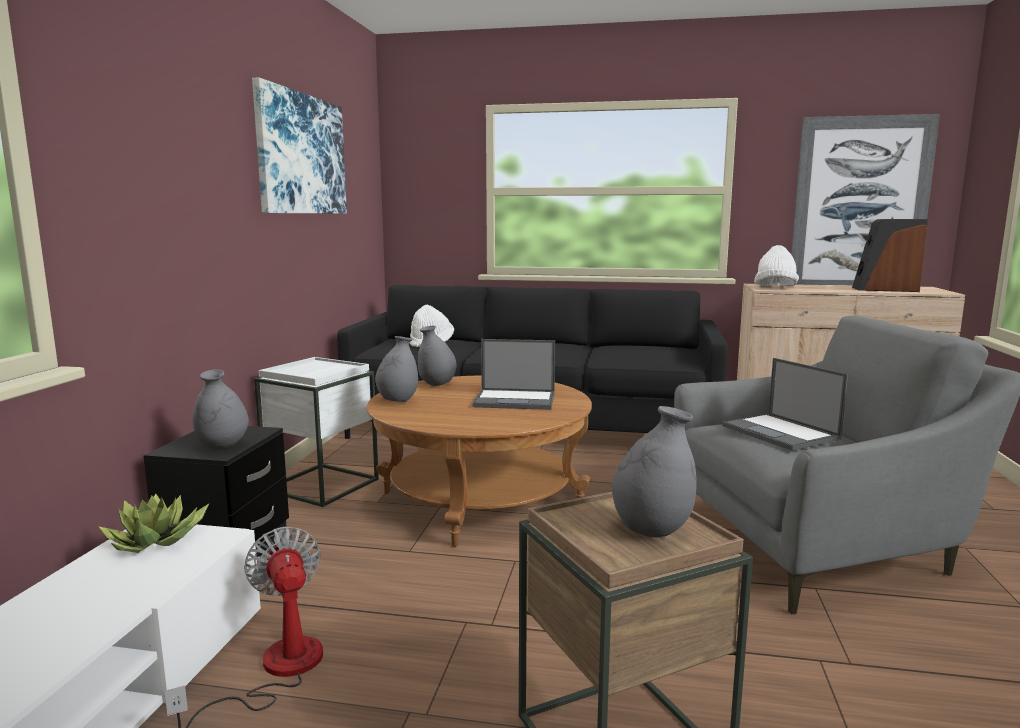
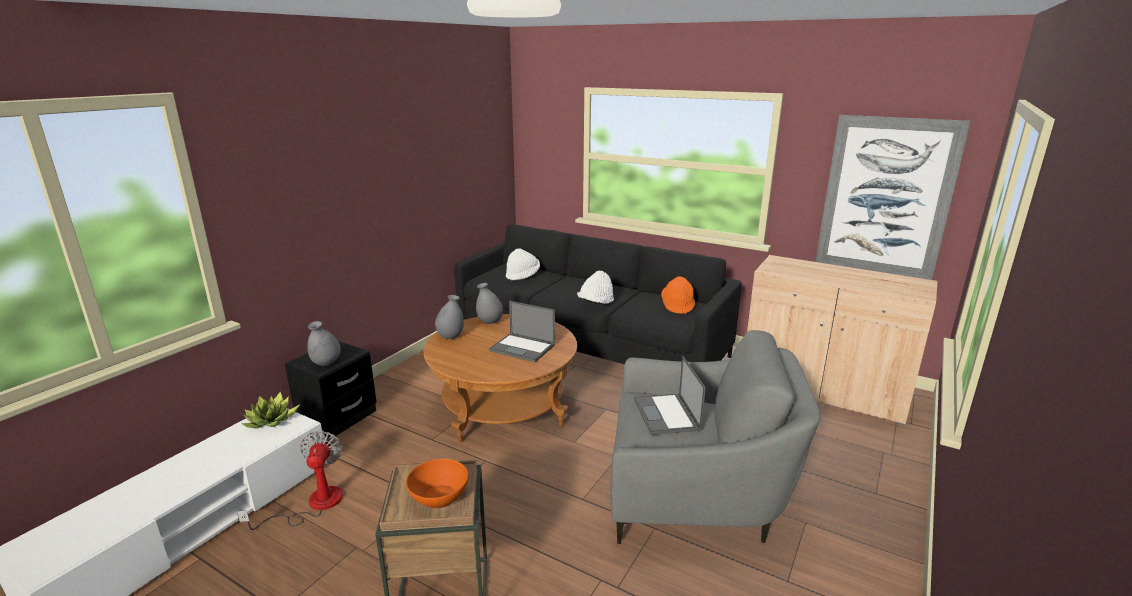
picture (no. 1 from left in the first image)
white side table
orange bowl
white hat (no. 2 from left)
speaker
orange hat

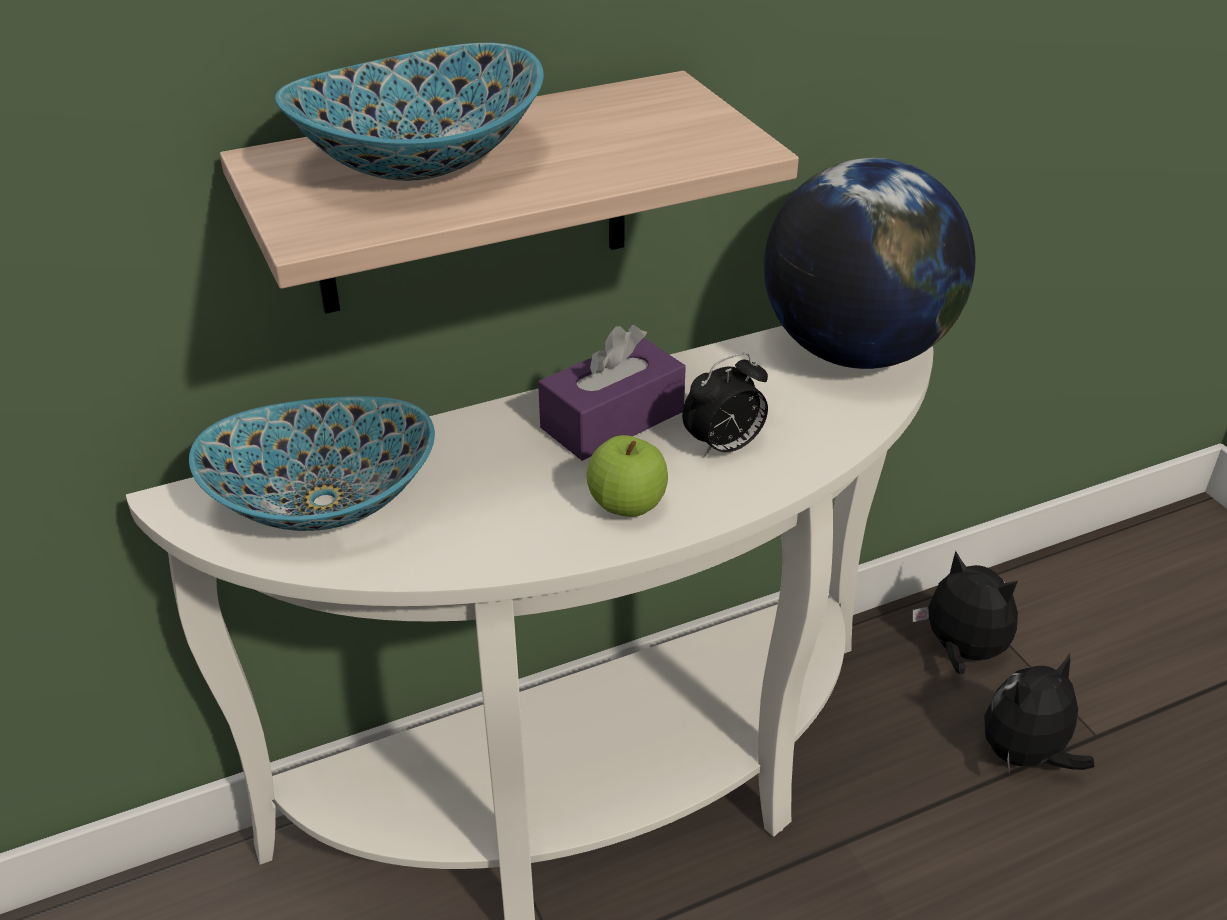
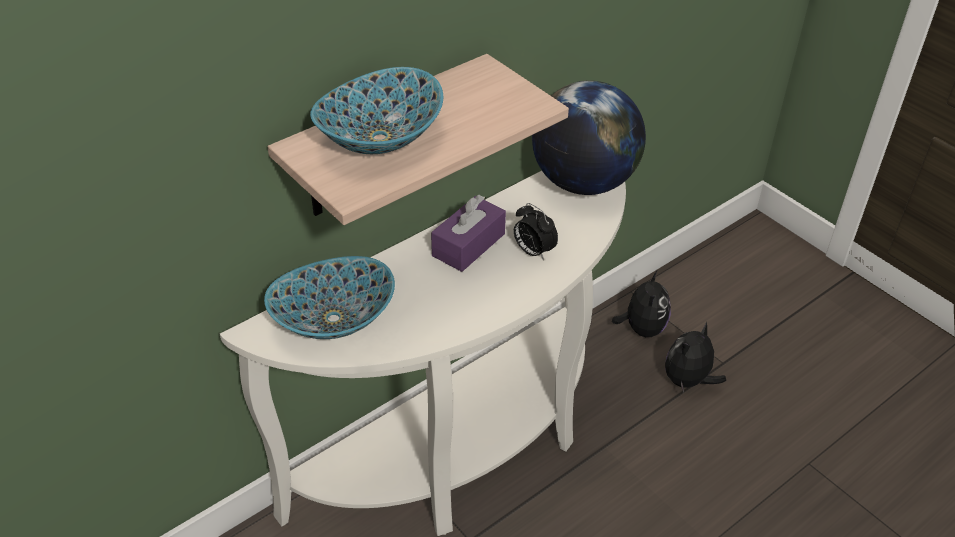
apple
alarm clock
plush toy (no. 1 from left)

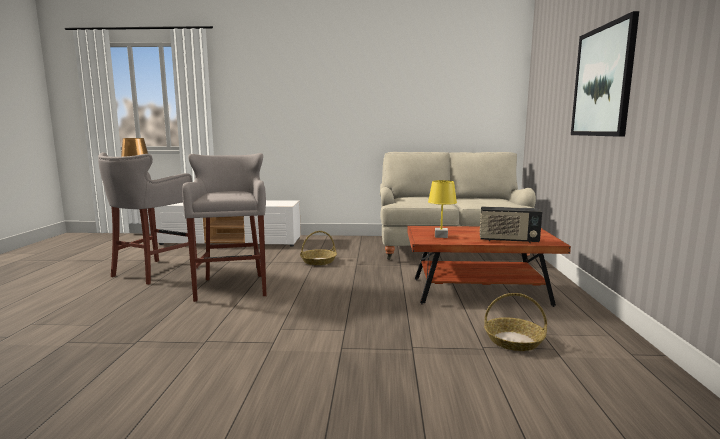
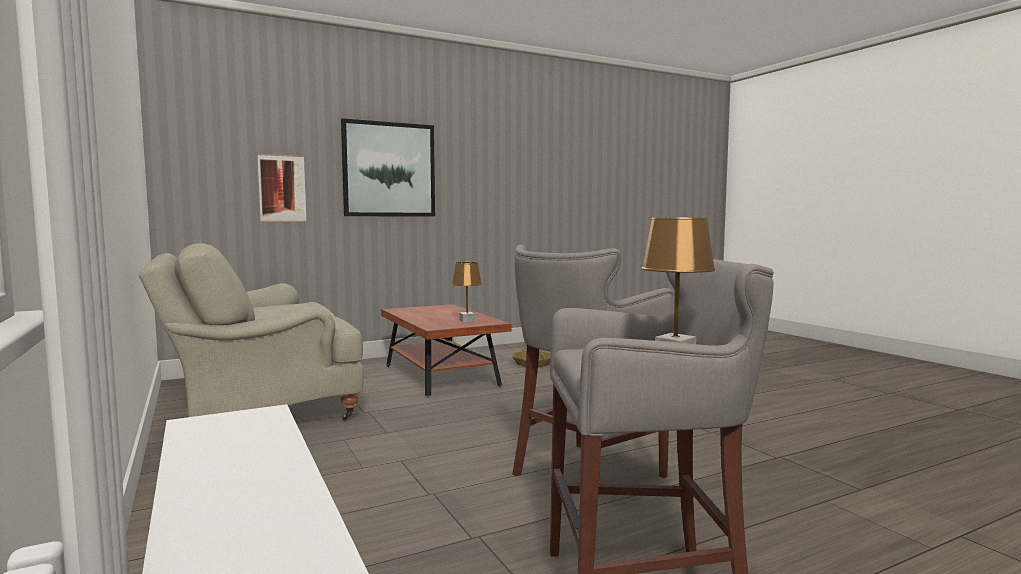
basket (no. 1 from left in the first image)
brown table lamp (no. 1 from left)
radio
picture (no. 1 from left)

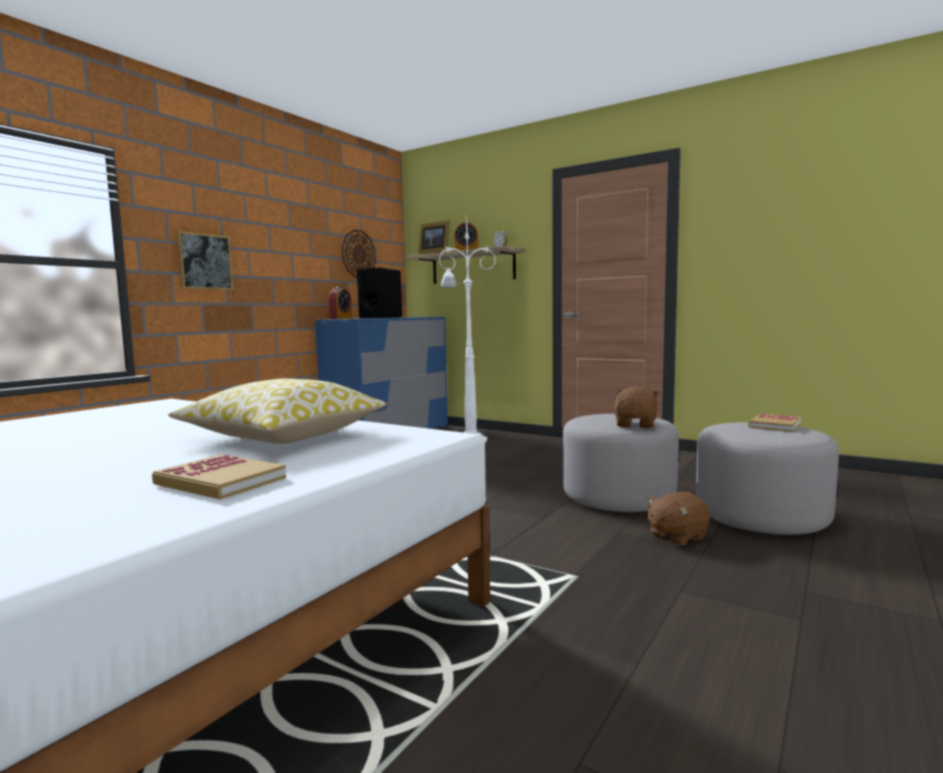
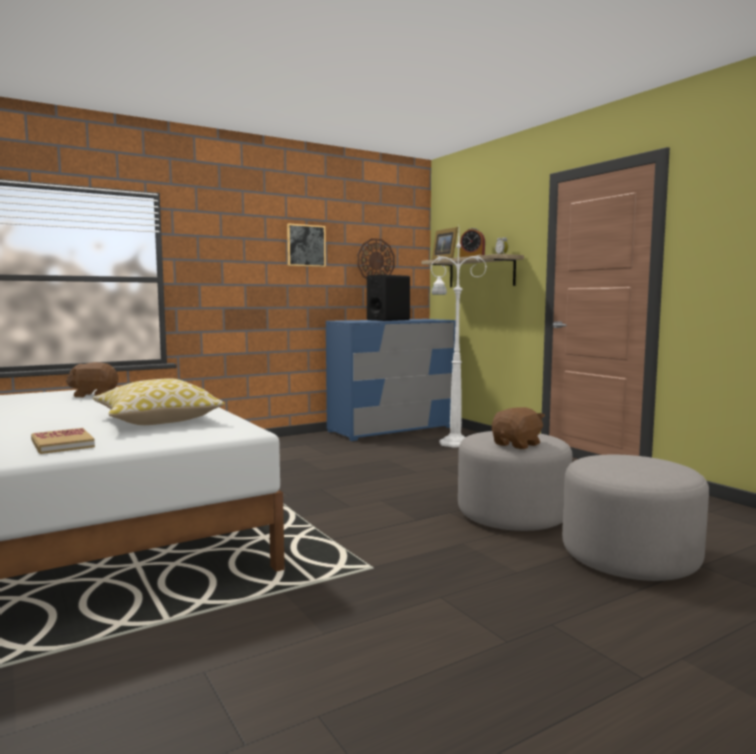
picture
alarm clock (no. 1 from left in the first image)
brown plush toy (no. 1 from left)
book (no. 2 from left in the first image)

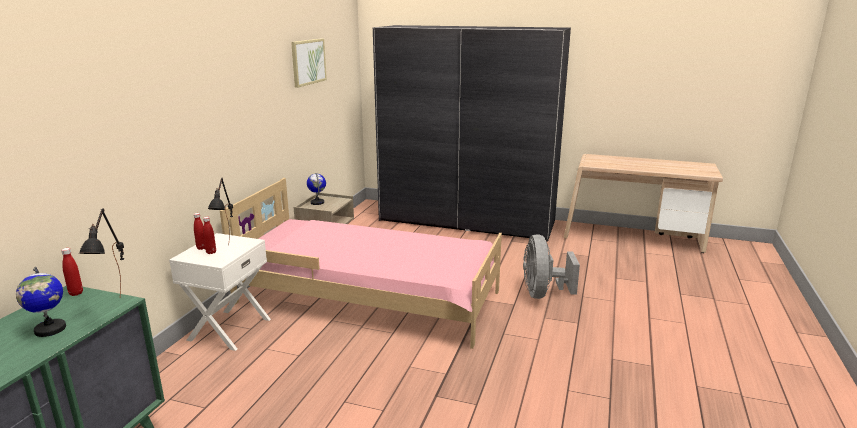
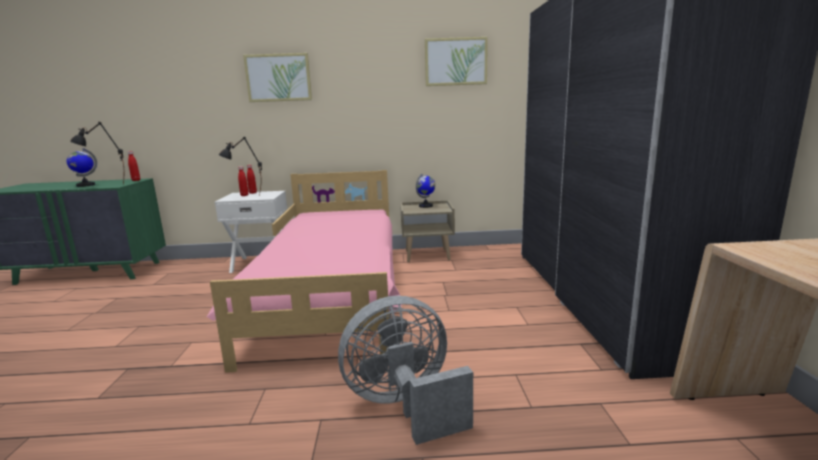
picture (no. 1 from left)

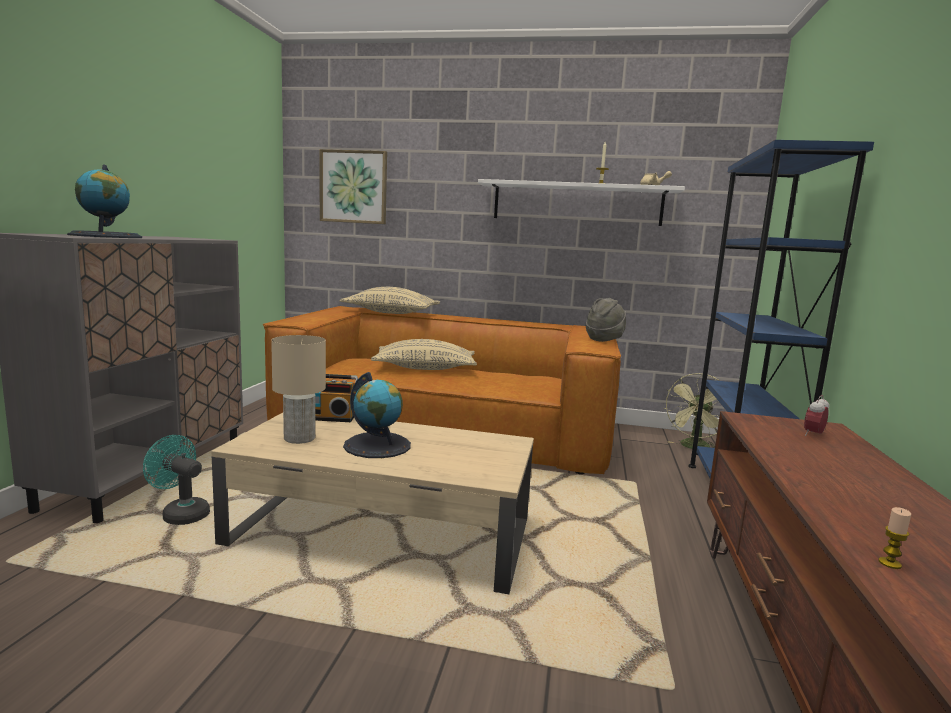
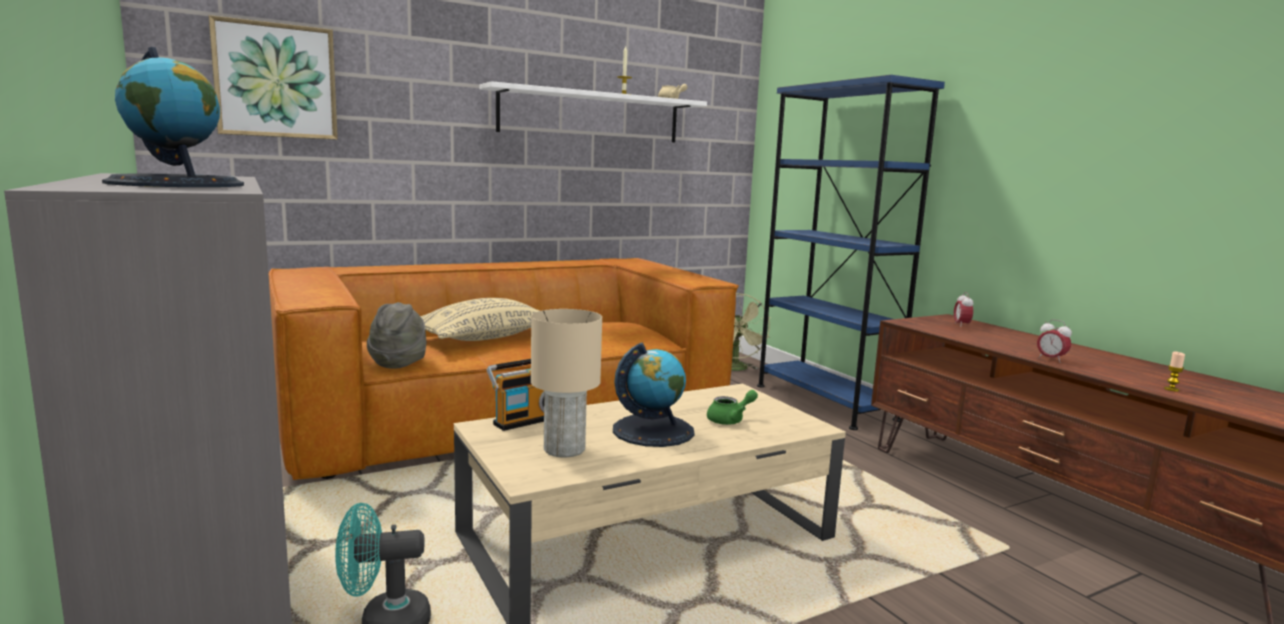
beige pillow (no. 1 from left in the first image)
grey hat
green teapot
alarm clock (no. 2 from left)

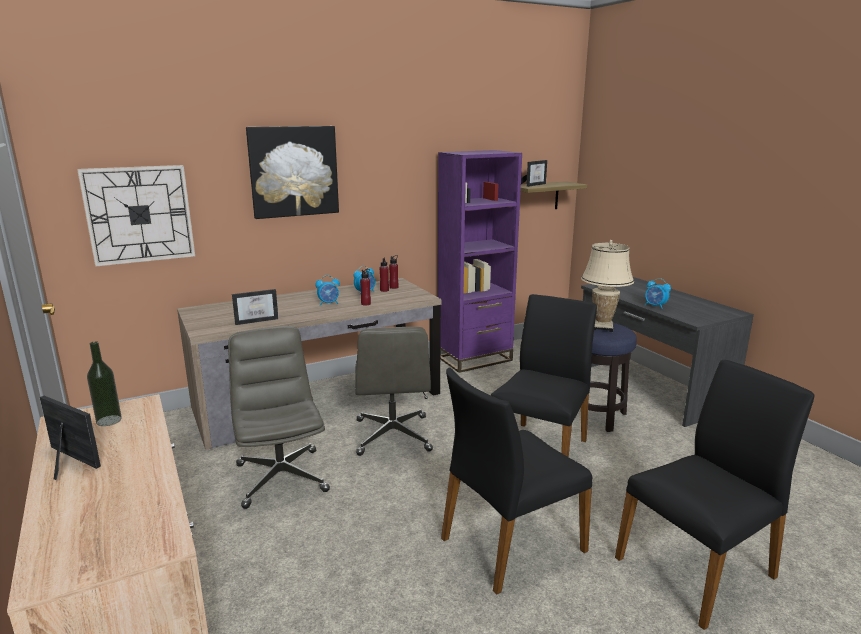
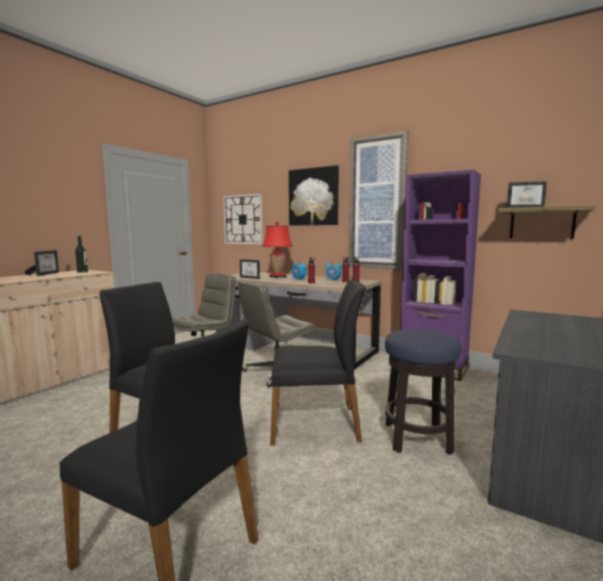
beige table lamp
alarm clock (no. 3 from left in the first image)
red table lamp
picture (no. 2 from left)

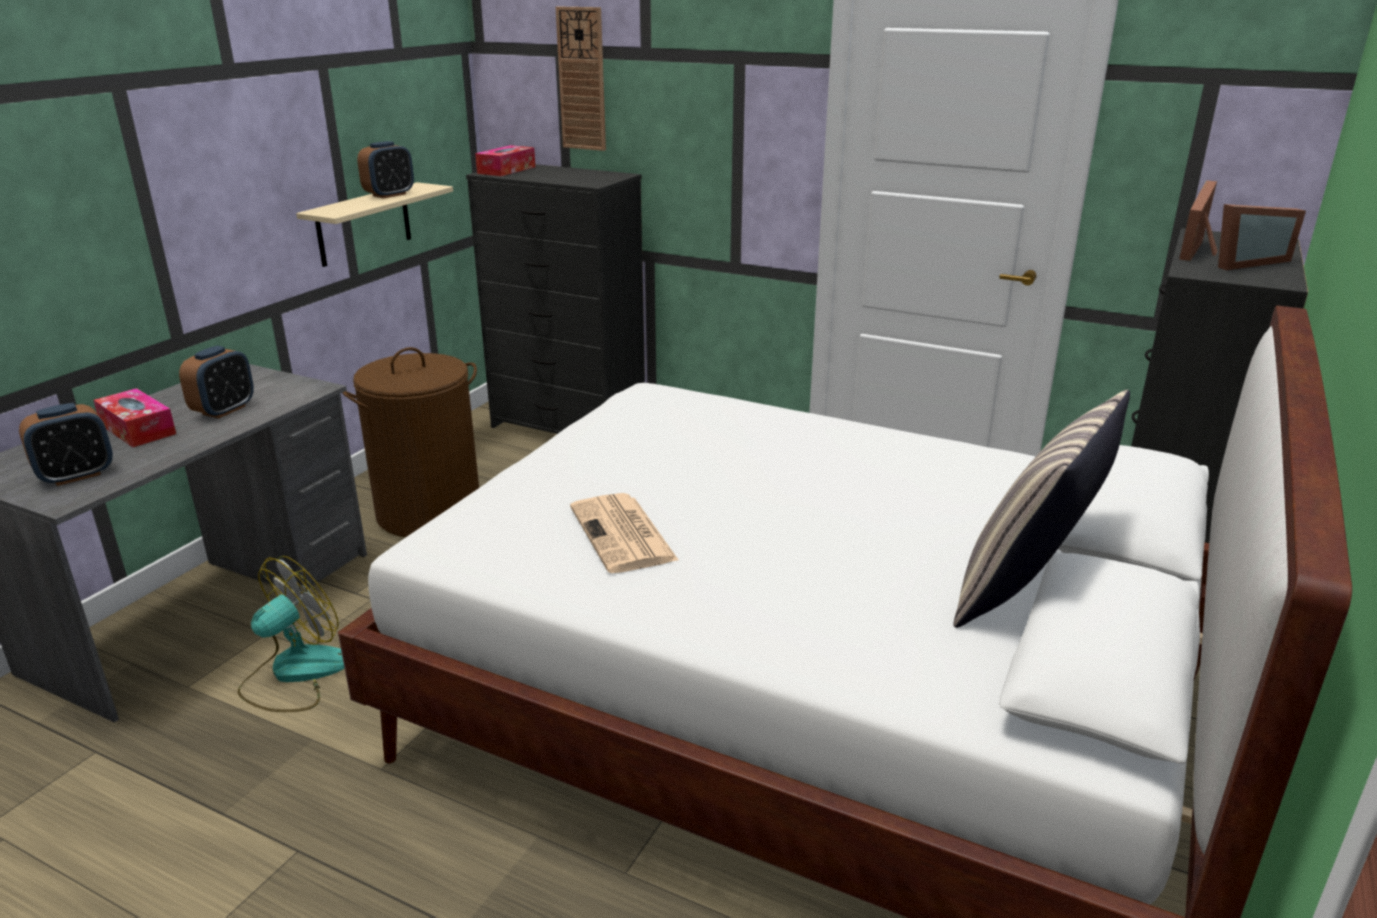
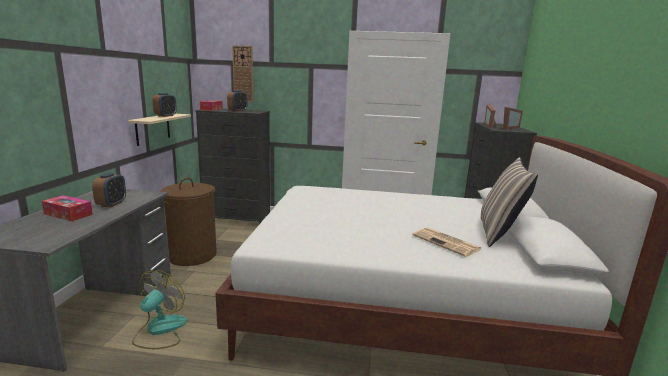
alarm clock (no. 3 from left)
newspaper

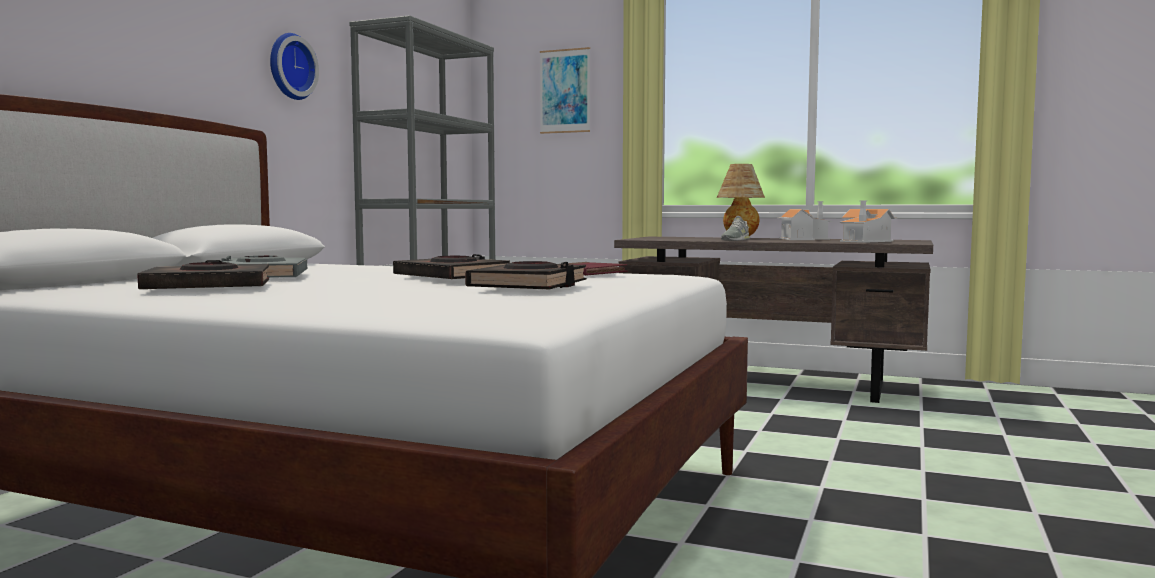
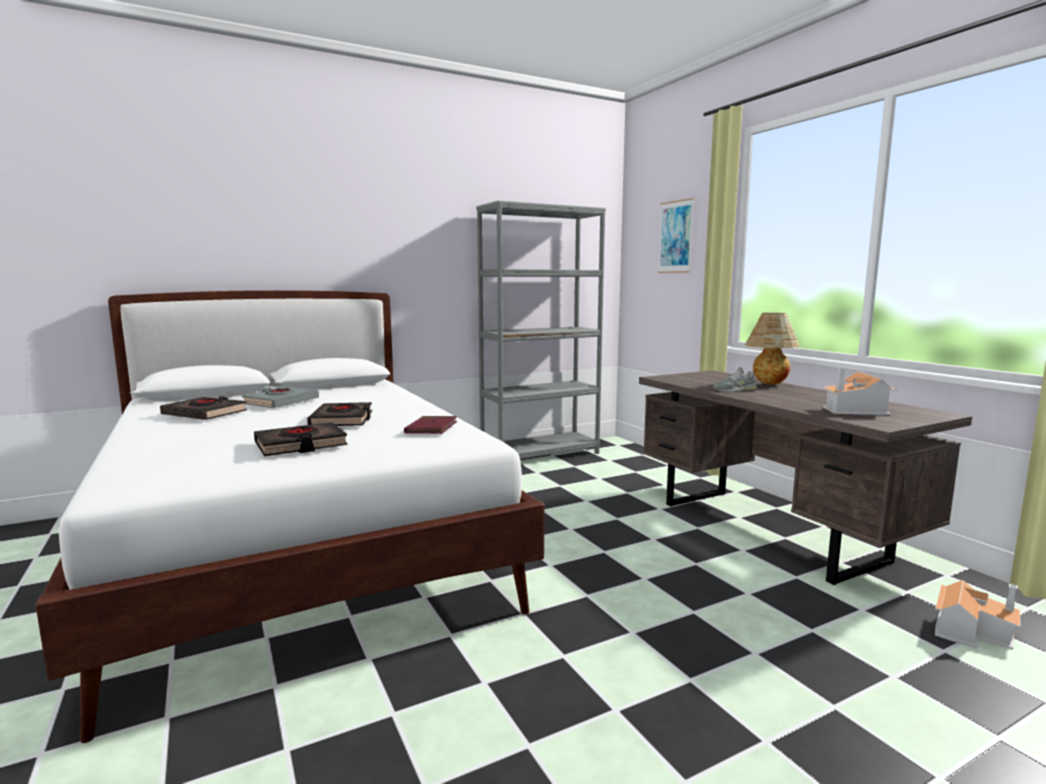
wall clock
toy house (no. 2 from left)

